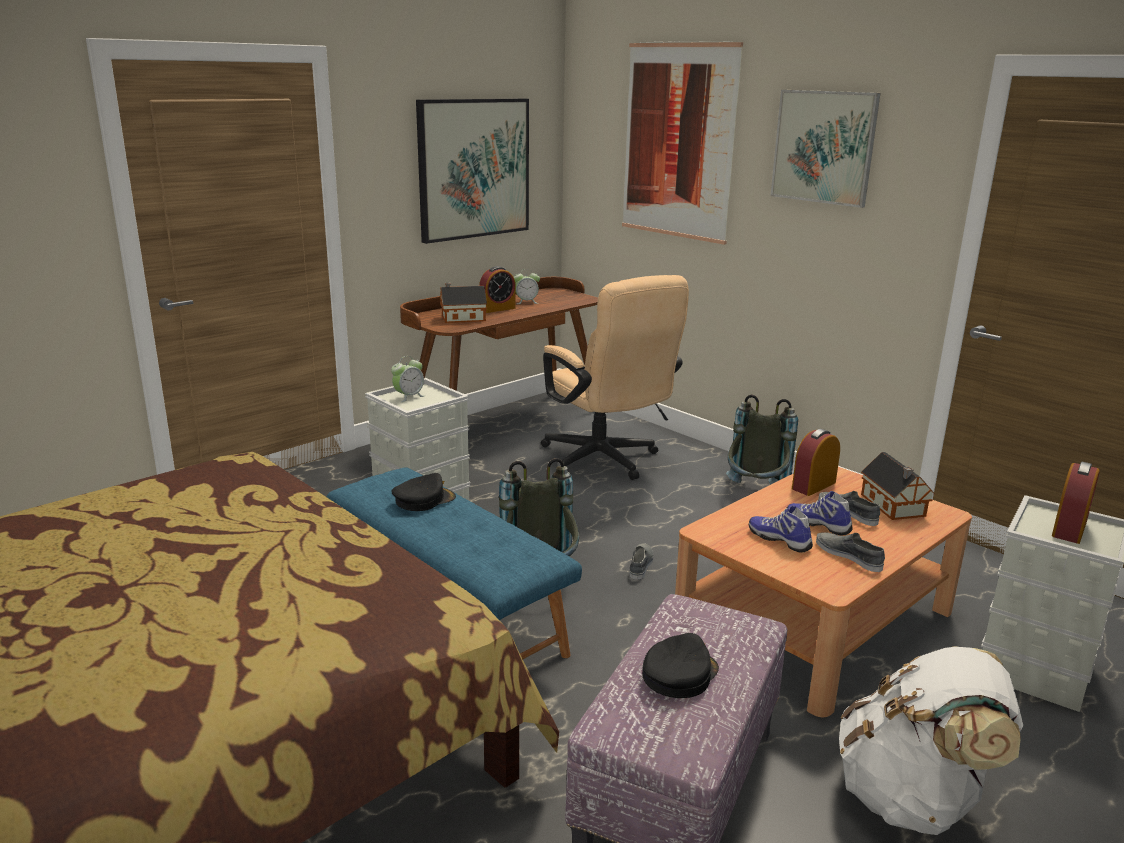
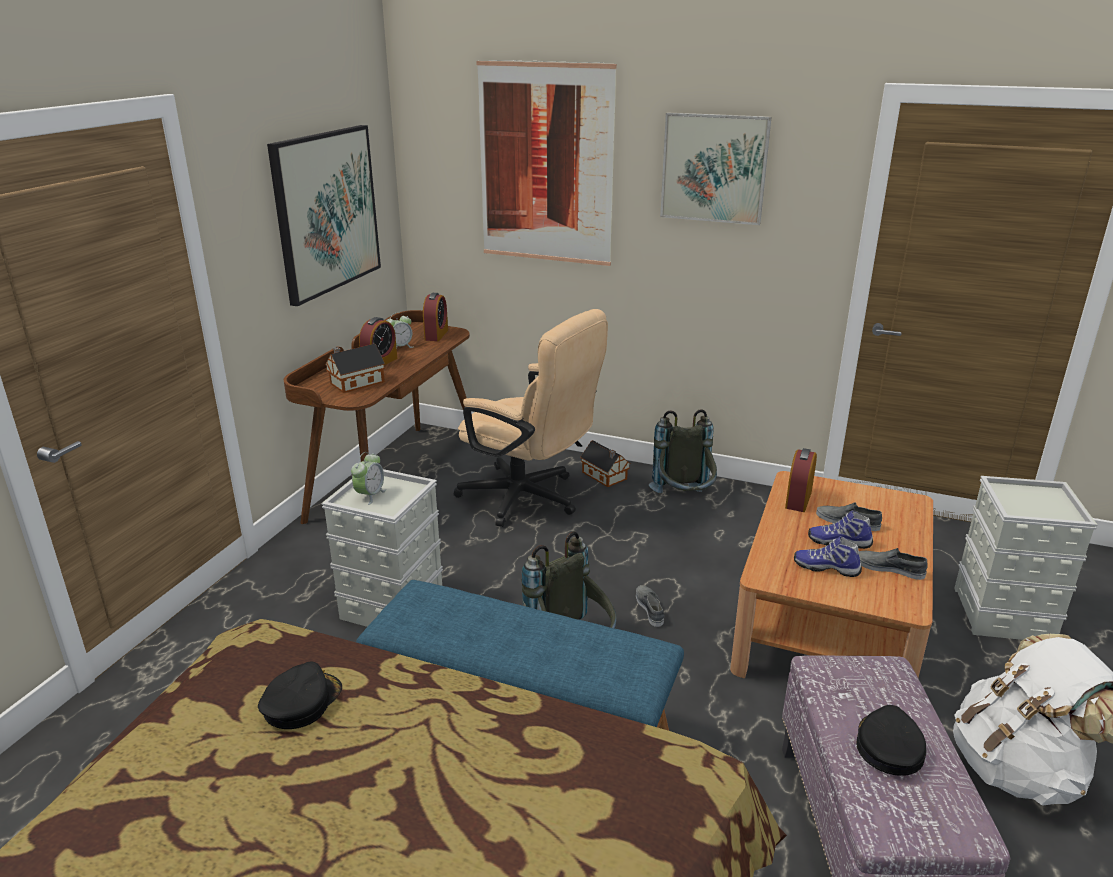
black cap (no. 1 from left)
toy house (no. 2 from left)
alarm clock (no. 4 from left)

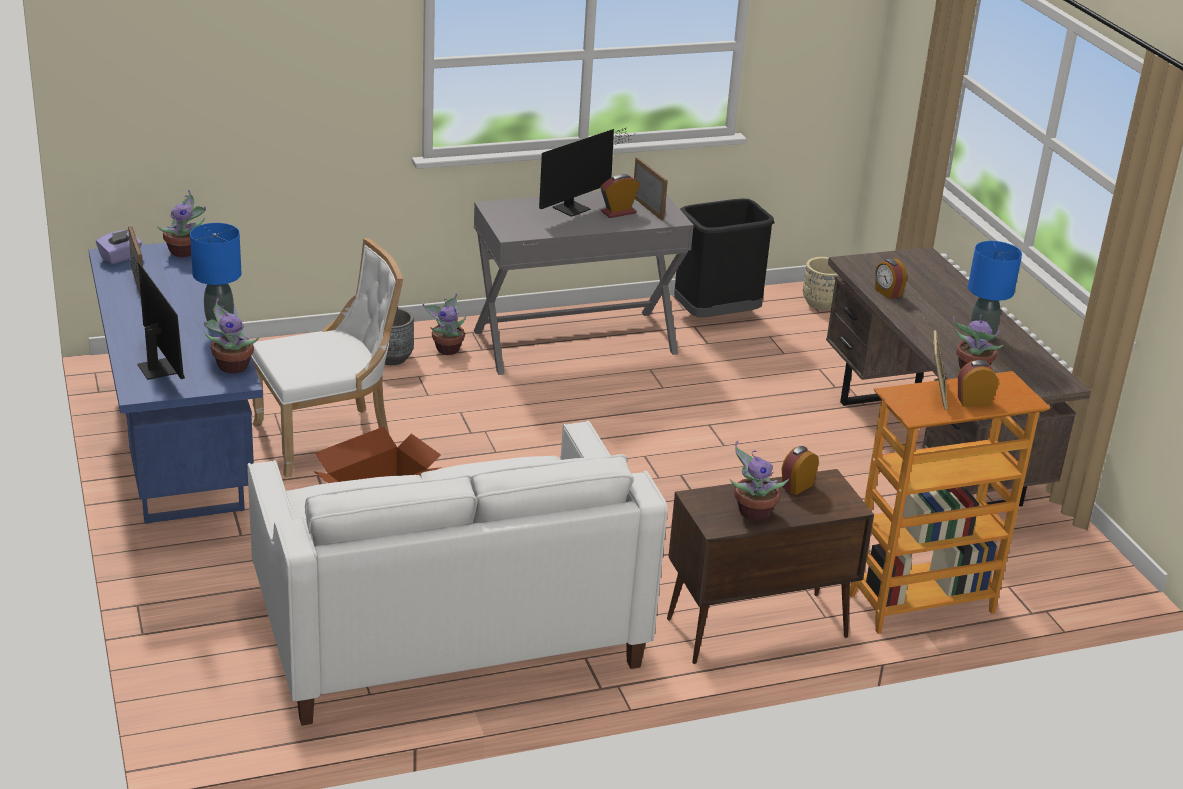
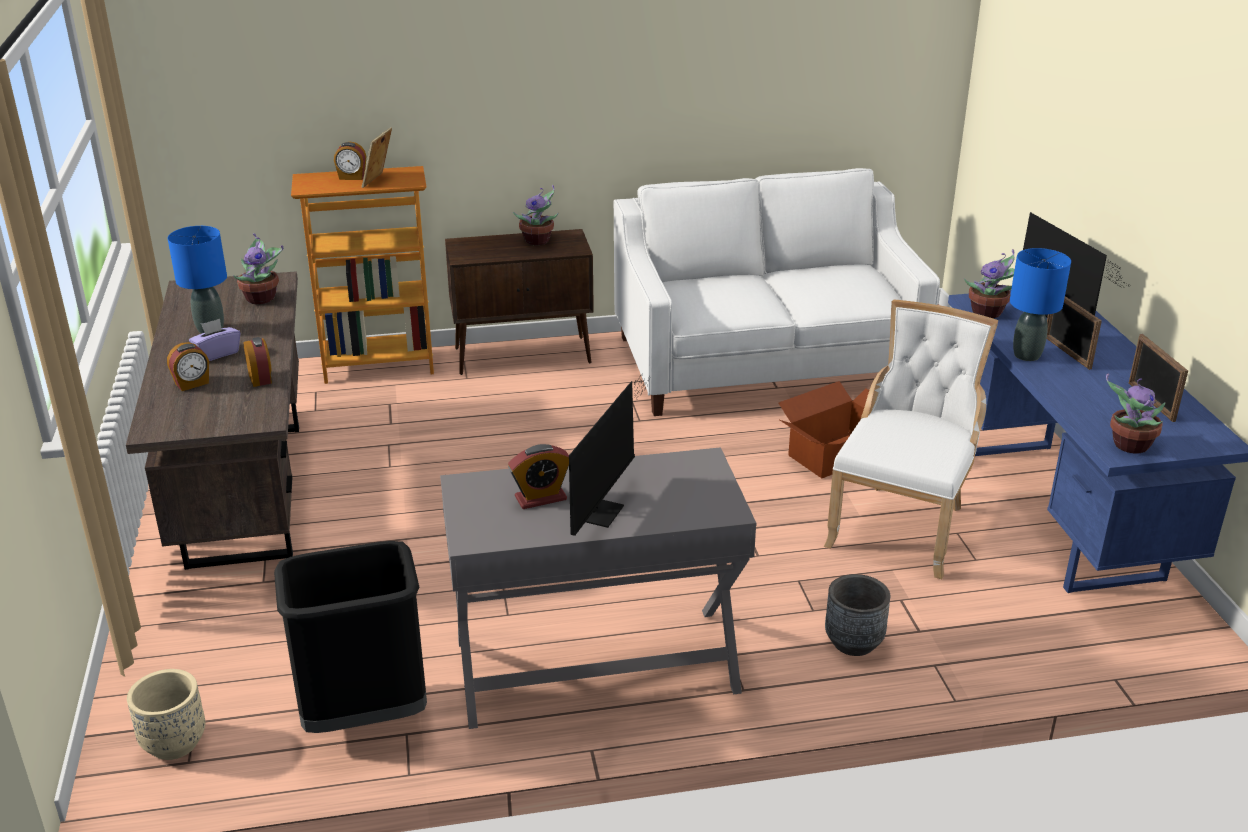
purple tissue box
white chair
potted plant (no. 3 from left in the first image)
monitor (no. 1 from left)
picture frame (no. 2 from left)
alarm clock (no. 1 from left)

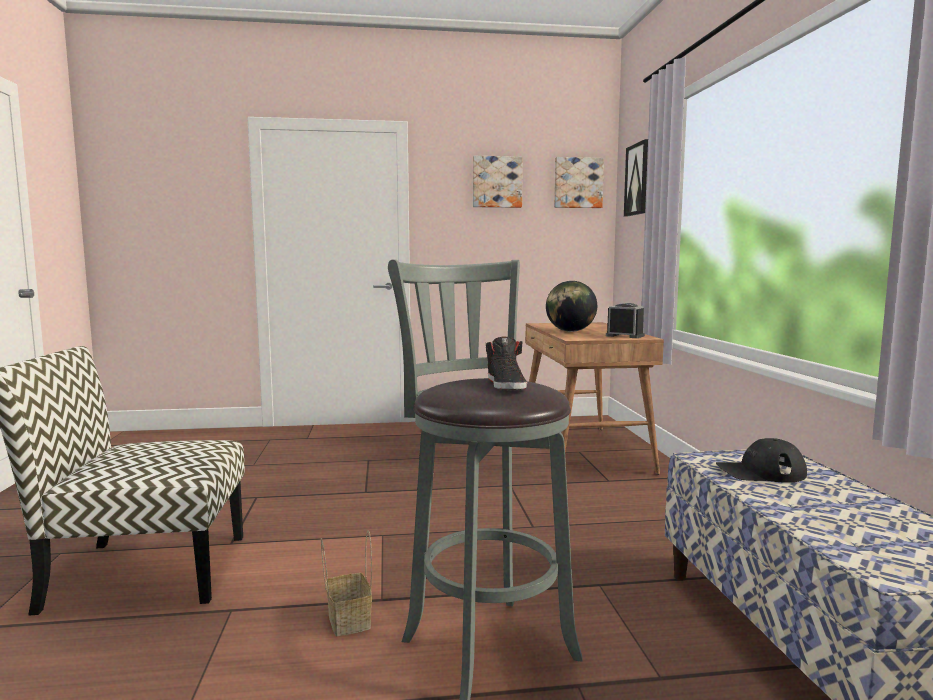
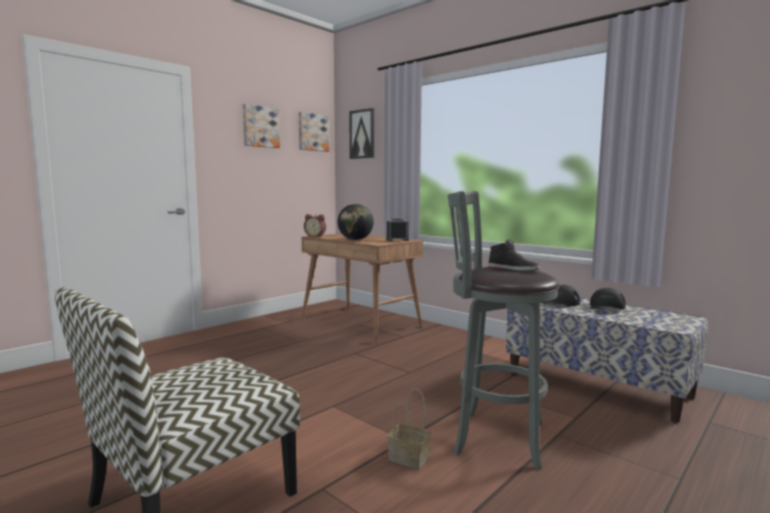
alarm clock (no. 1 from left)
black cap (no. 2 from left)

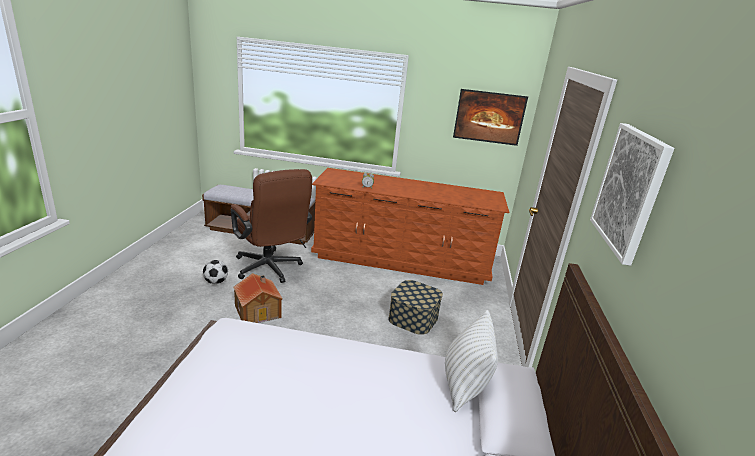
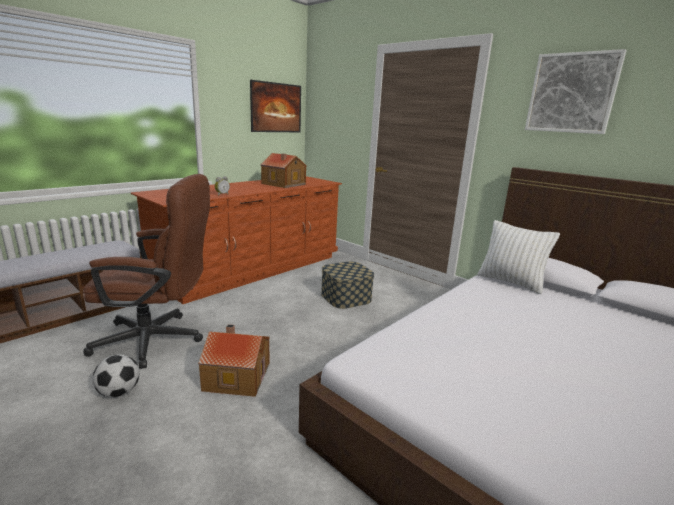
toy house (no. 2 from left)

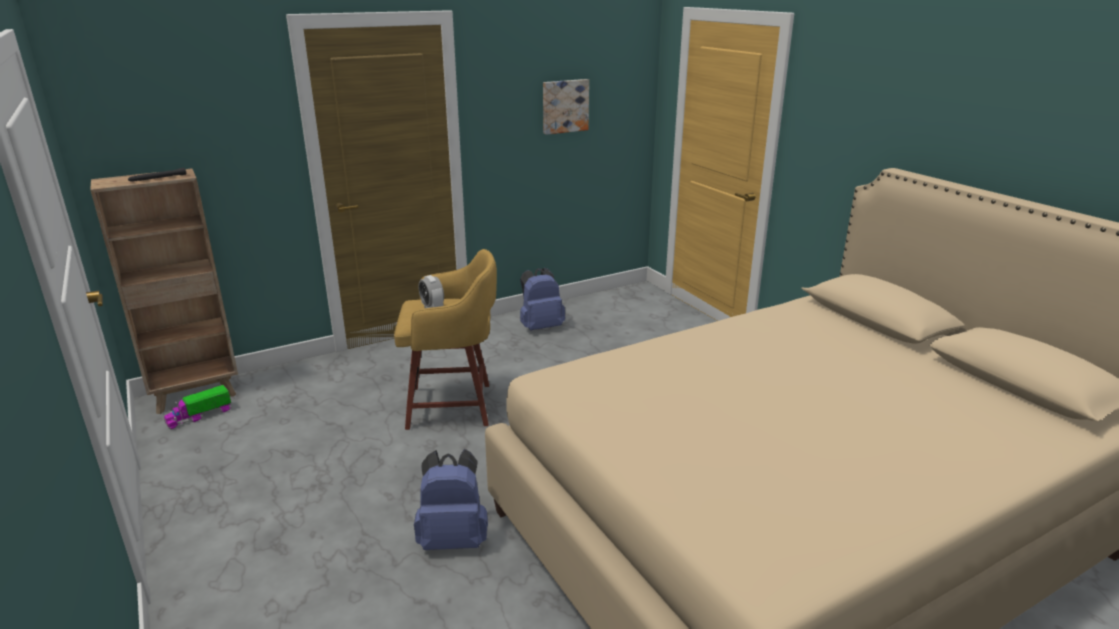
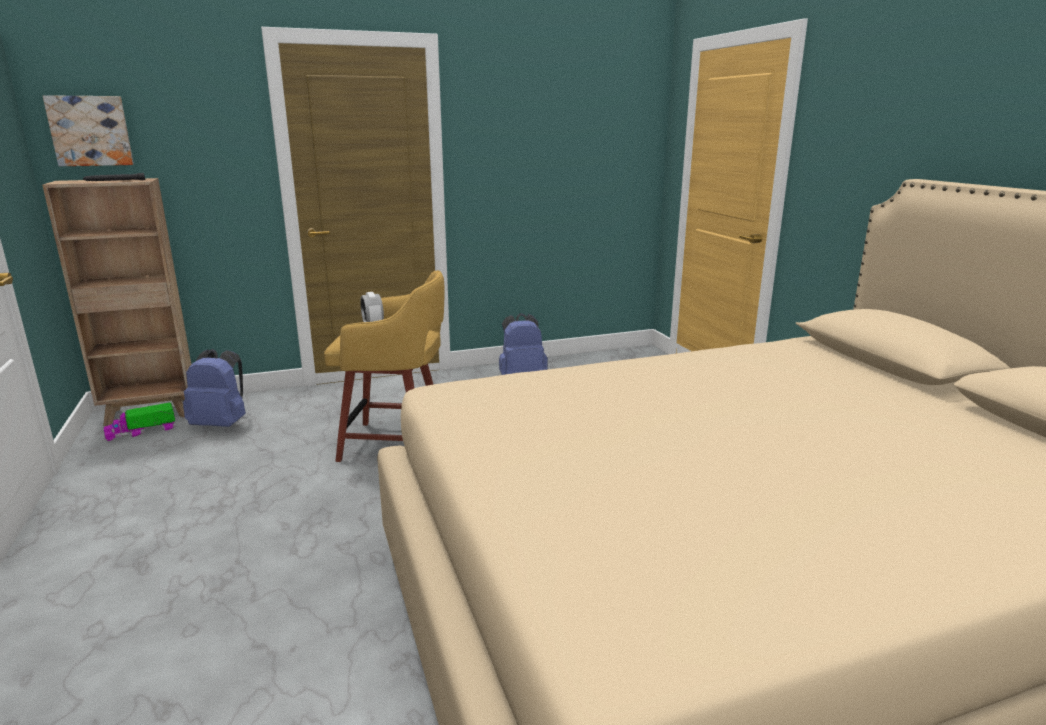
blue backpack (no. 1 from left)
picture

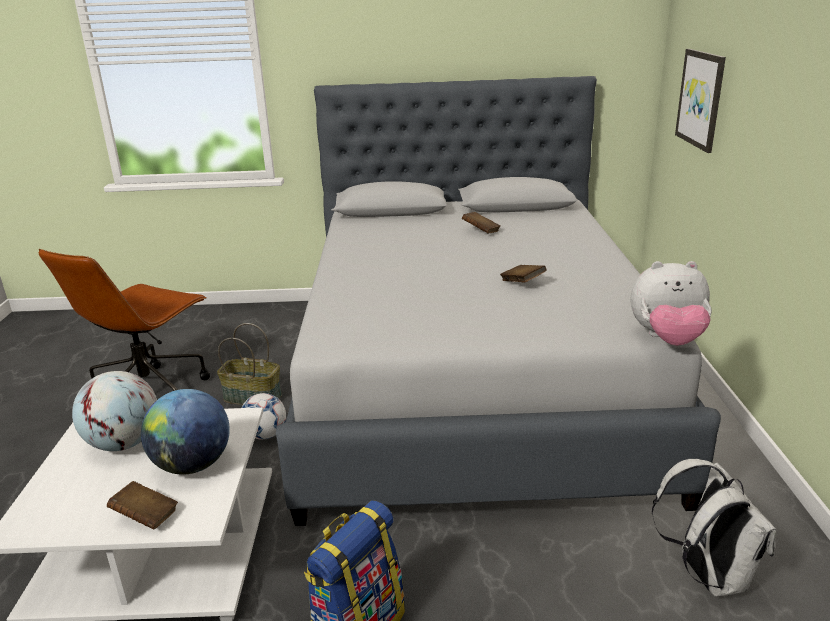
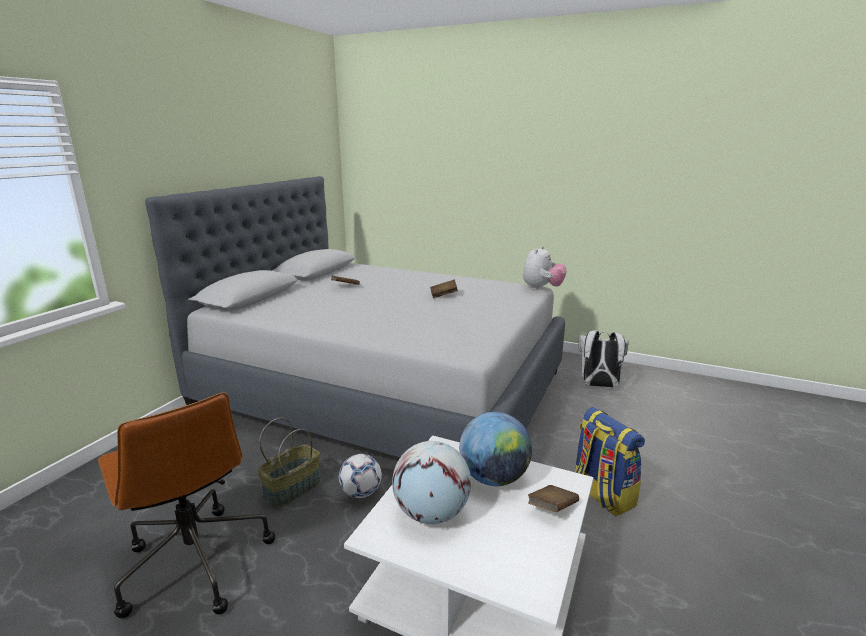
picture

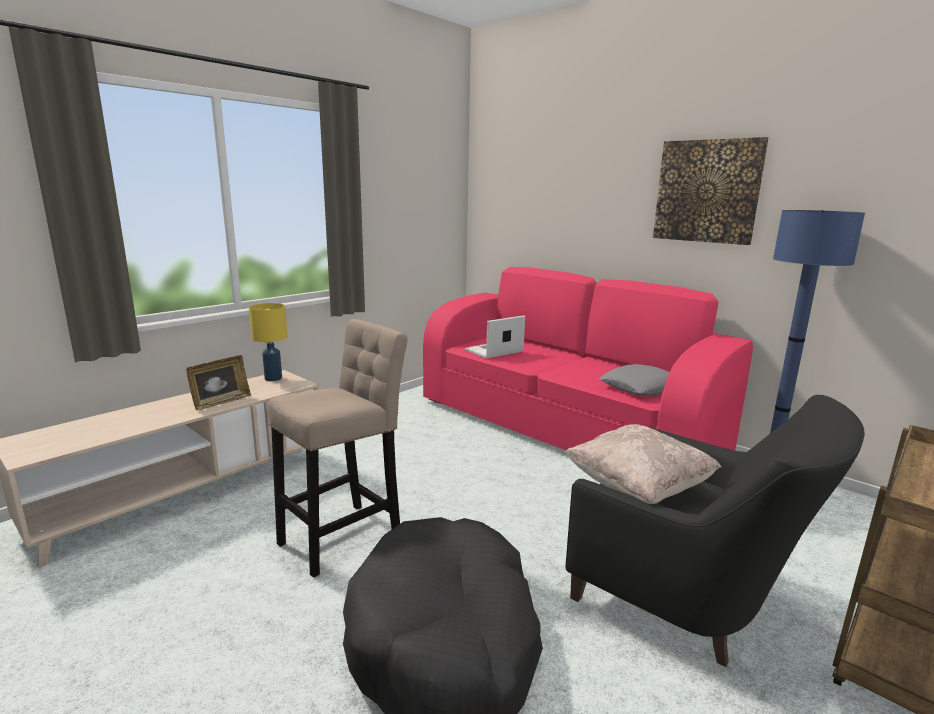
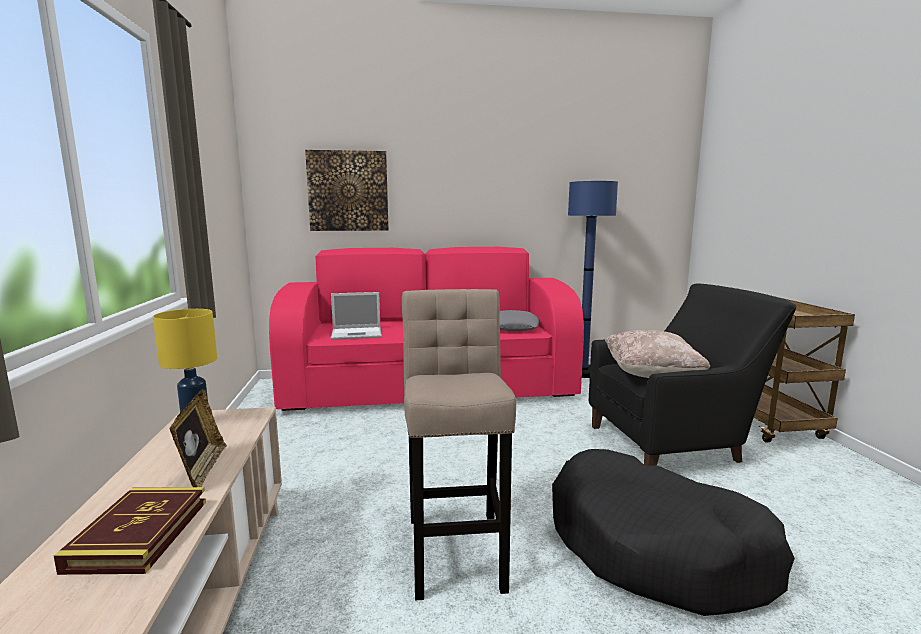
laptop
picture
book

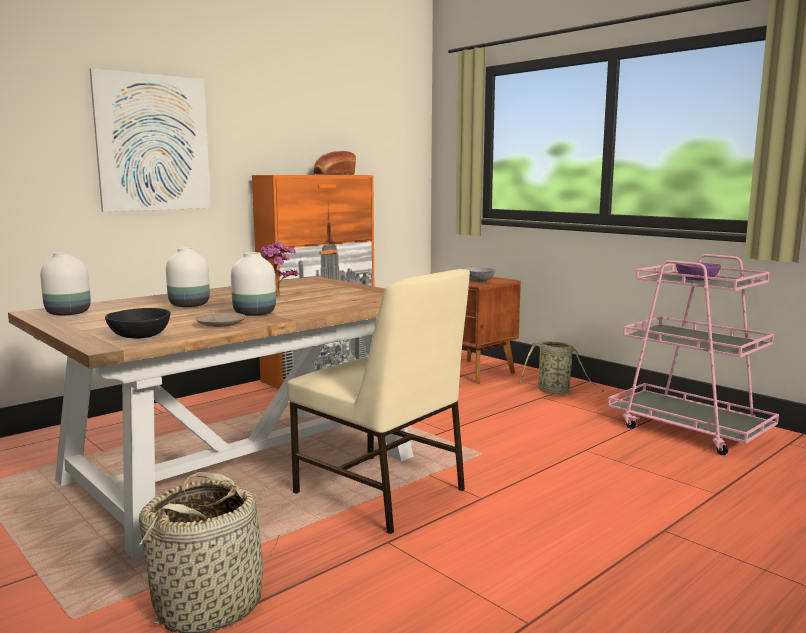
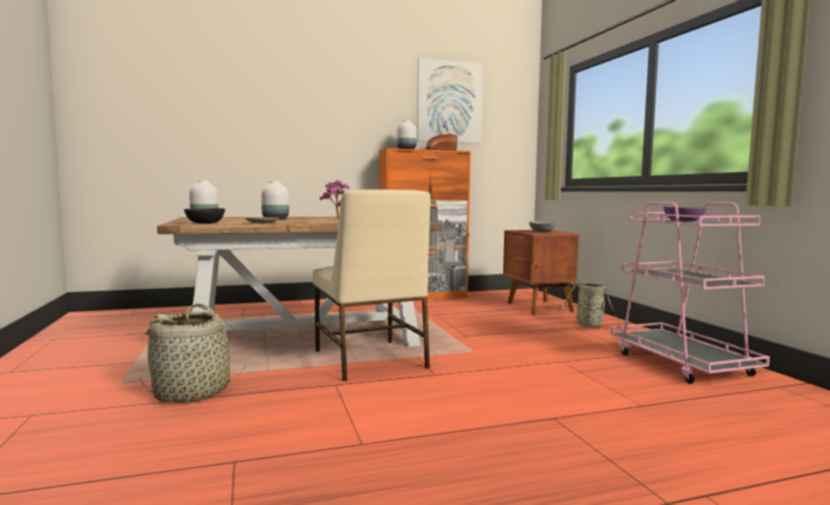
picture
white vase (no. 3 from left)

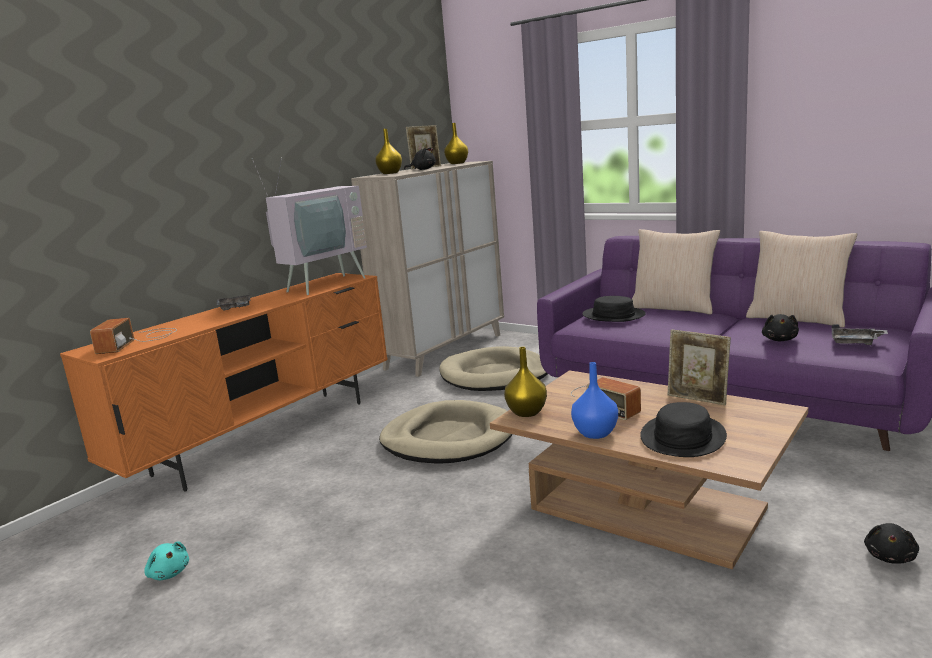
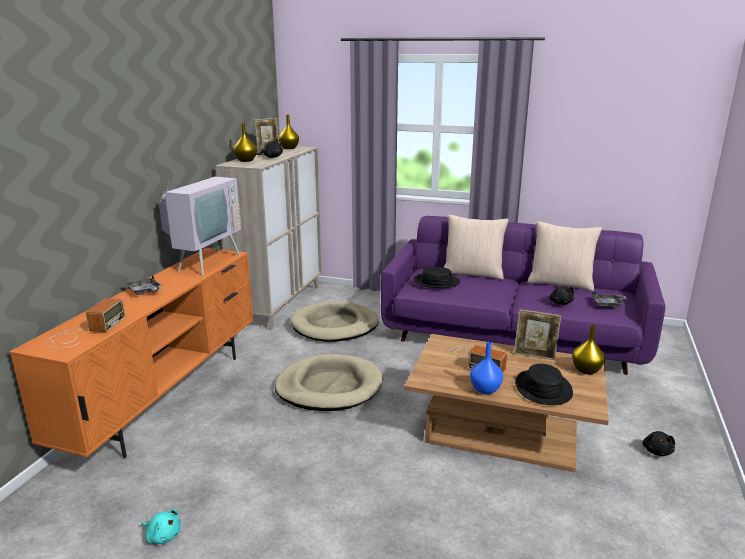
radio (no. 1 from left)
yellow vase (no. 3 from left)

